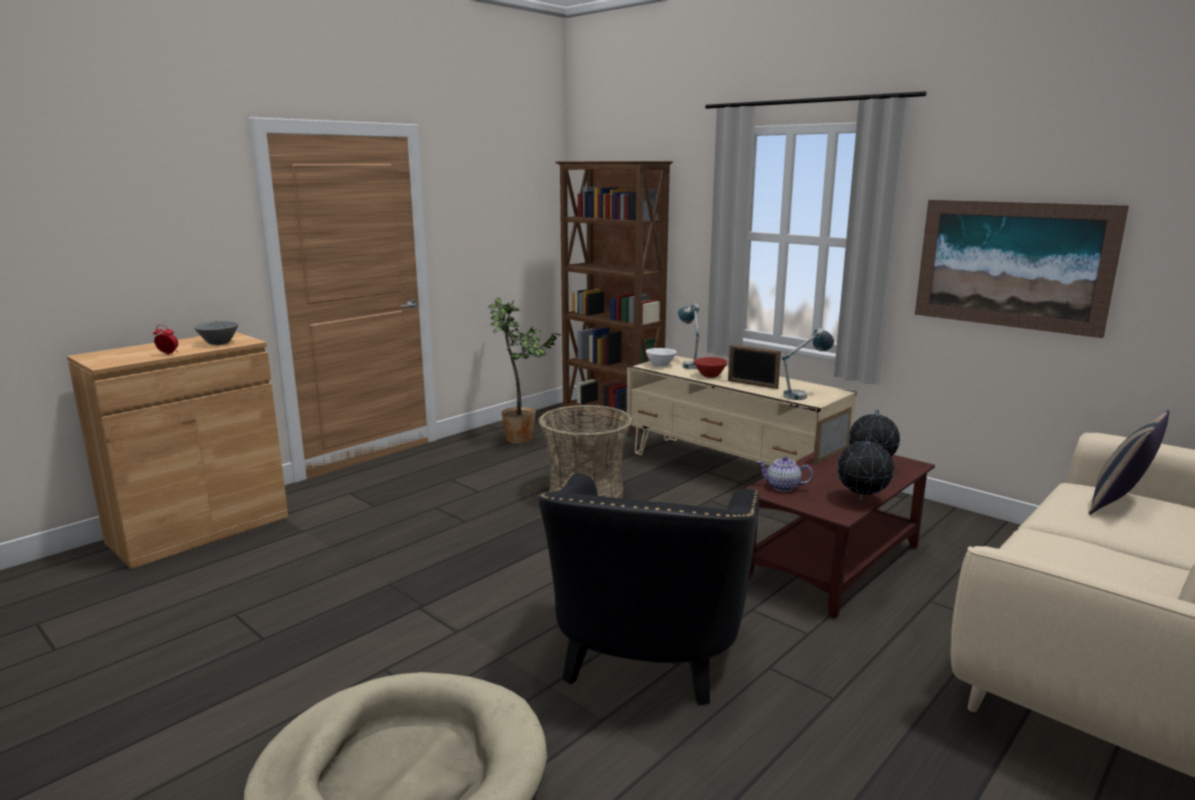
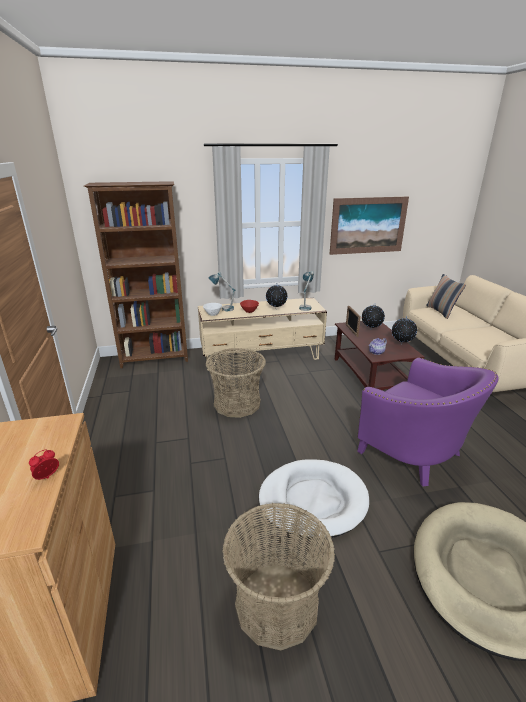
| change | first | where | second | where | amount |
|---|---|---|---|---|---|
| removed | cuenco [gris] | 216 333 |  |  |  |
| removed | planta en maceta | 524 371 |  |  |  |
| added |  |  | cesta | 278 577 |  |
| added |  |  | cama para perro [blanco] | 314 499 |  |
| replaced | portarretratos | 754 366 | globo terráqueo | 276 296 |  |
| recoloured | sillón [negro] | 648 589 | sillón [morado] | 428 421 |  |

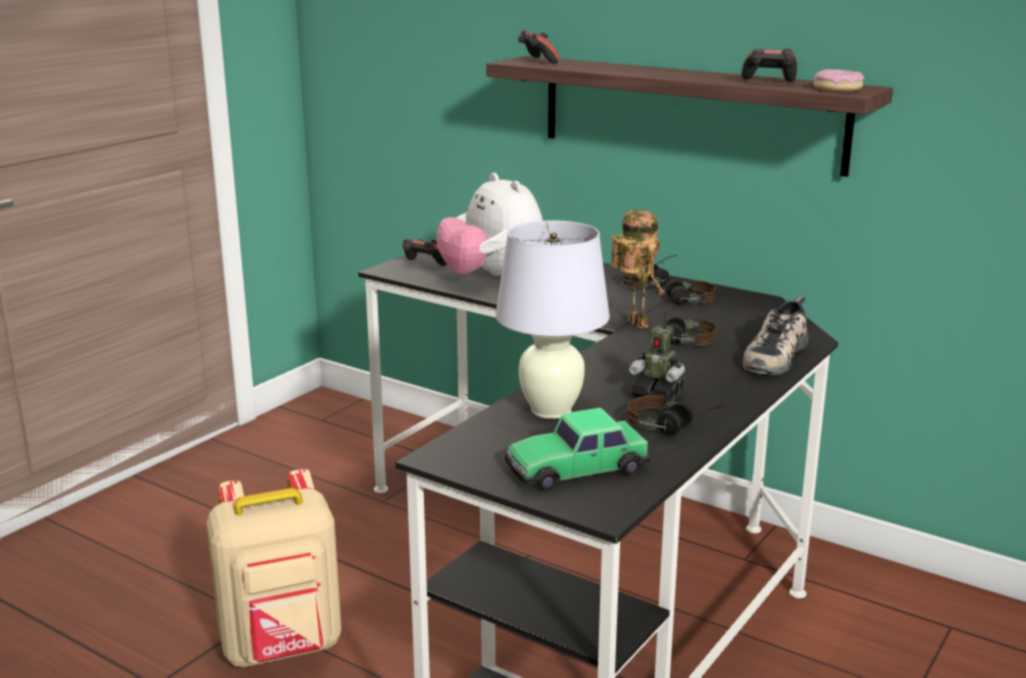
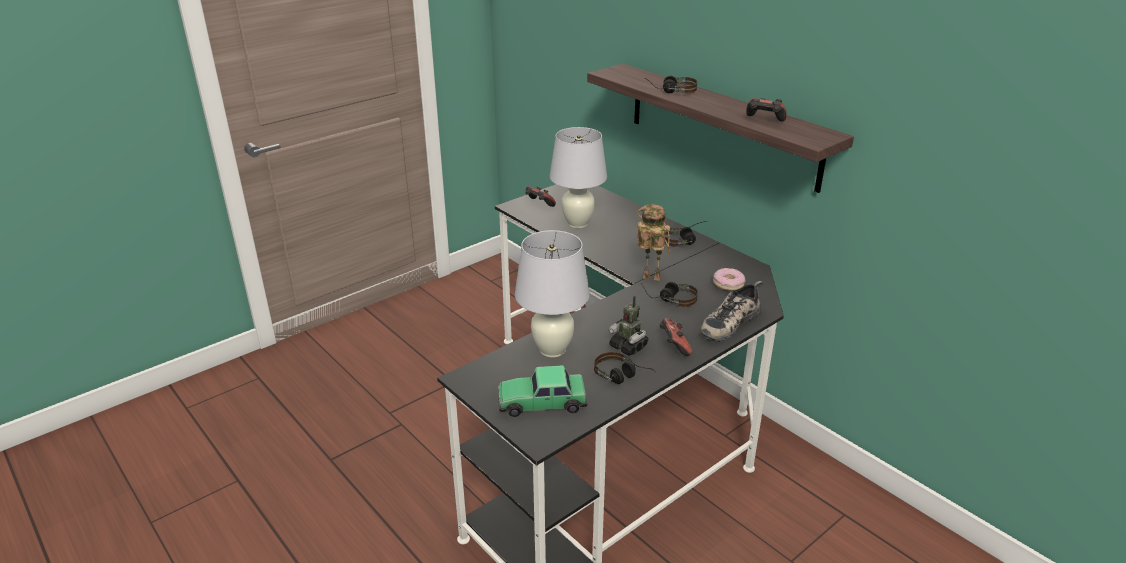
| change | first | where | second | where | amount |
|---|---|---|---|---|---|
| removed | mochila [beis] | 274 568 |  |  |  |
| moved | mando de consola | 538 47 |  | 675 337 |  |
| moved | auriculares | 682 292 |  | 671 84 |  |
| moved | rosquilla | 838 80 |  | 729 279 |  |
| replaced | peluche | 490 224 | lámpara de mesa [blanco] | 578 177 |  |
| turned | robot de juguete | 638 269 |  | 654 242 | 60 degrees counterclockwise |

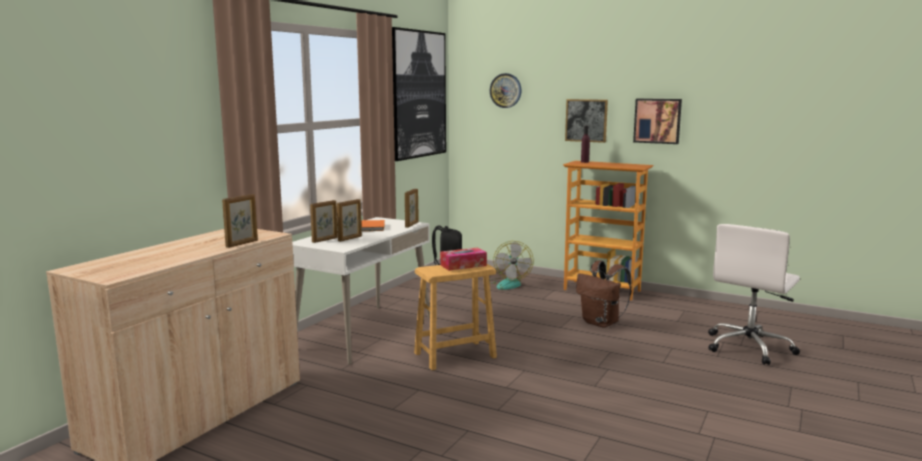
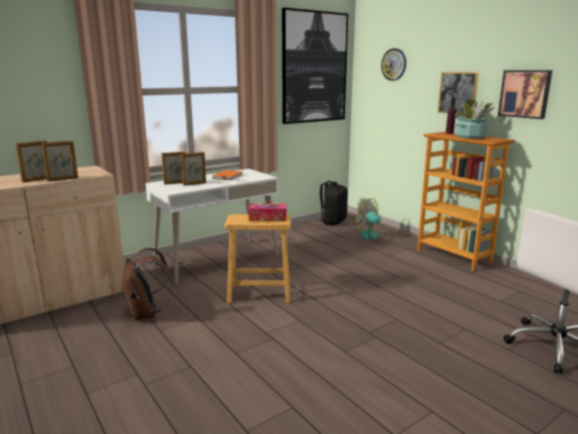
| change | first | where | second | where | amount |
|---|---|---|---|---|---|
| added |  |  | planta en maceta | 475 119 |  |
| moved | portarretratos | 412 208 |  | 31 161 |  |
| moved | mochila [marrón] | 604 294 |  | 147 284 |  |
| turned | ventilador | 512 265 |  | 373 220 | 105 degrees clockwise |

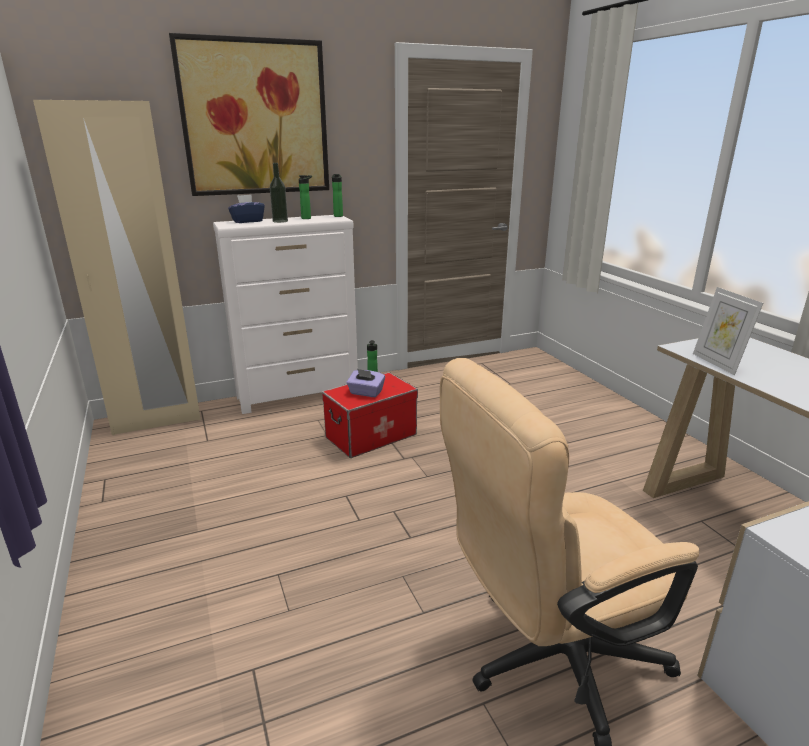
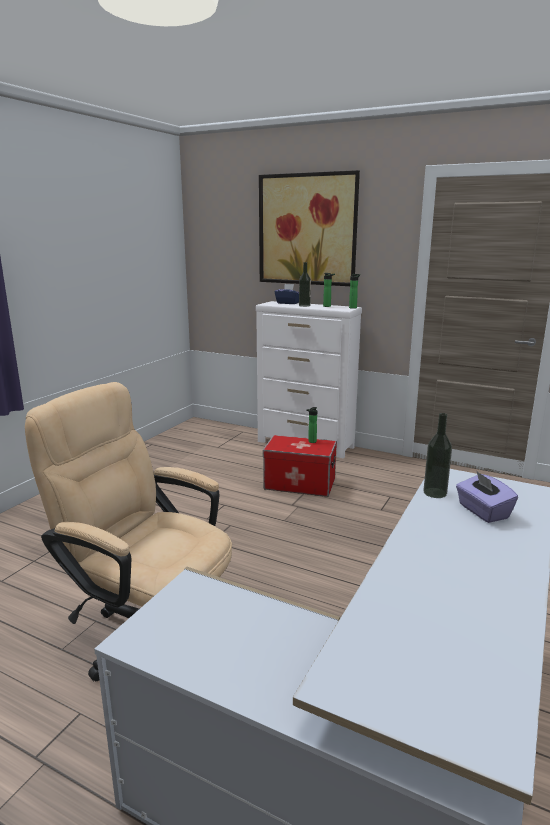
| change | first | where | second | where | amount |
|---|---|---|---|---|---|
| removed | armario ropero [beis] | 117 267 |  |  |  |
| moved | caja de pañuelos [morado] | 365 383 |  | 487 497 |  |
| replaced | portarretratos | 728 331 | botella | 437 455 |  |

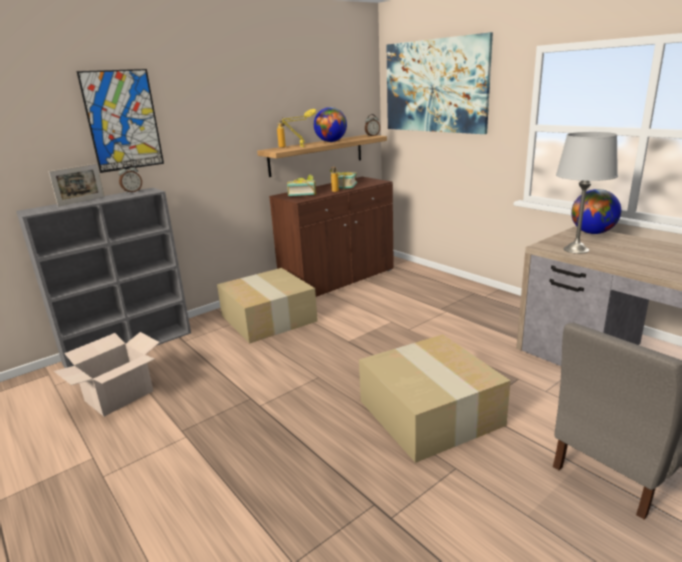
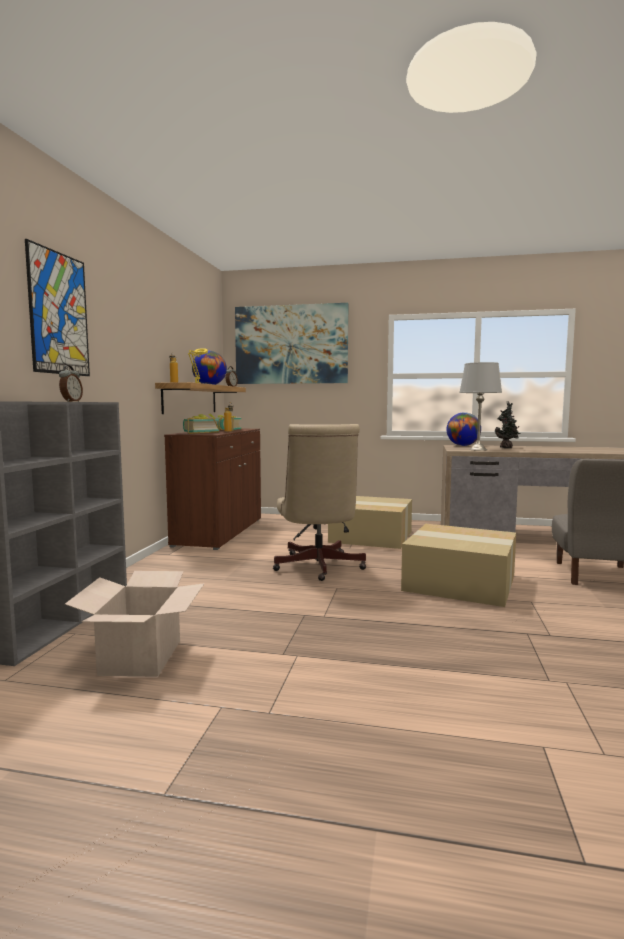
| change | first | where | second | where | amount |
|---|---|---|---|---|---|
| removed | portarretratos | 76 185 |  |  |  |
| added |  |  | silla de oficina [beis] | 319 502 |  |
| added |  |  | planta en maceta | 508 424 |  |
| moved | caja de cartón | 267 306 |  | 370 522 |  |

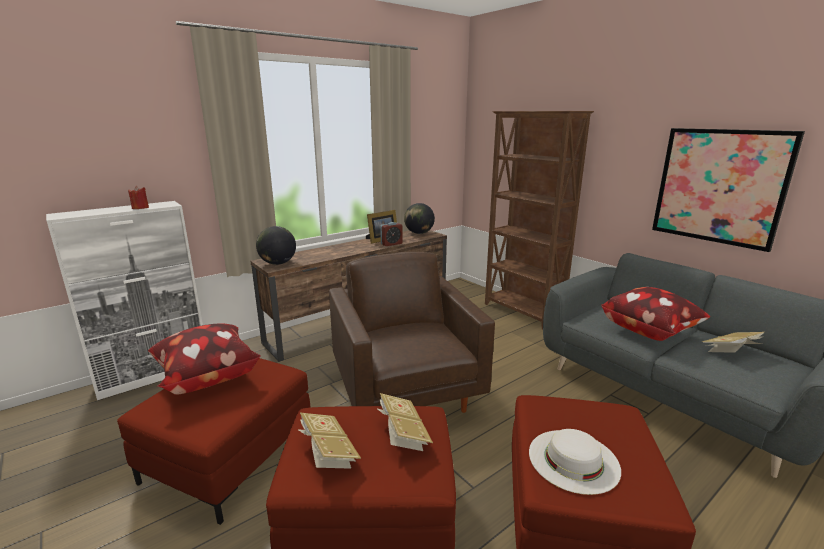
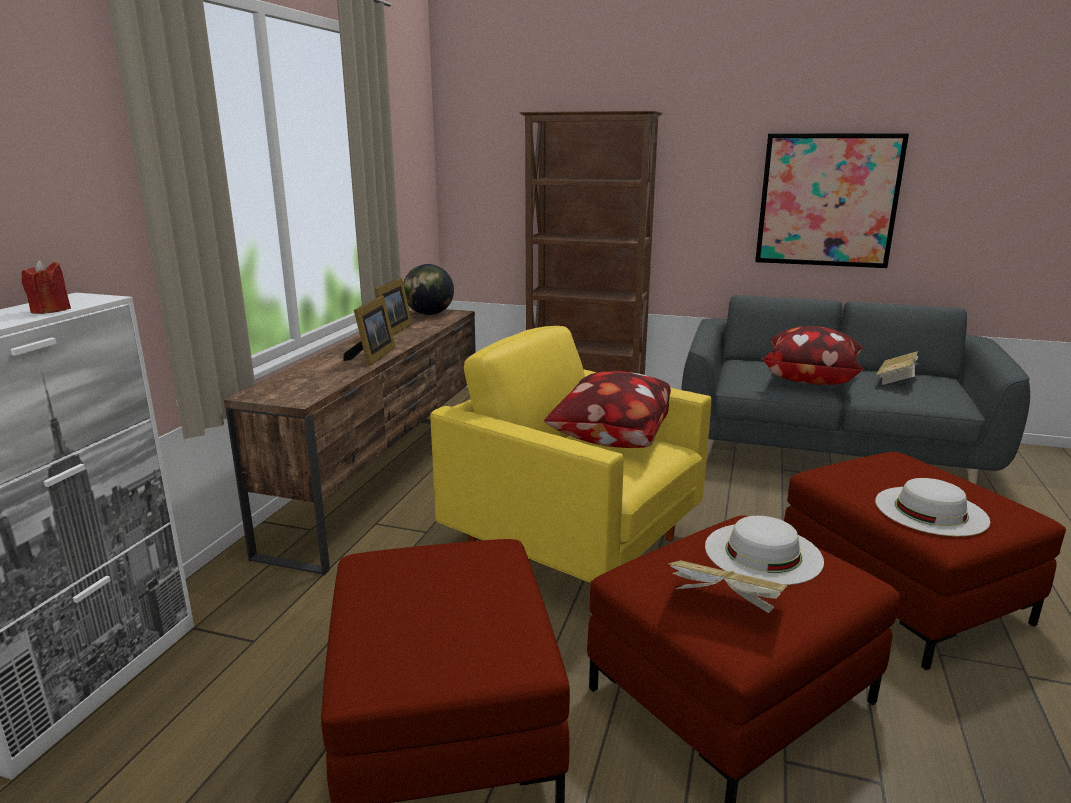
| change | first | where | second | where | amount |
|---|---|---|---|---|---|
| removed | globo terráqueo | 276 245 |  |  |  |
| removed | despertador | 391 234 |  |  |  |
| added |  |  | portarretratos | 369 331 |  |
| moved | cojín | 204 359 |  | 607 409 |  |
| replaced | libro | 405 422 | sombrero [blanco] | 764 550 |  |
| recoloured | sillón [marrón] | 412 332 | sillón [amarillo] | 570 454 |  |

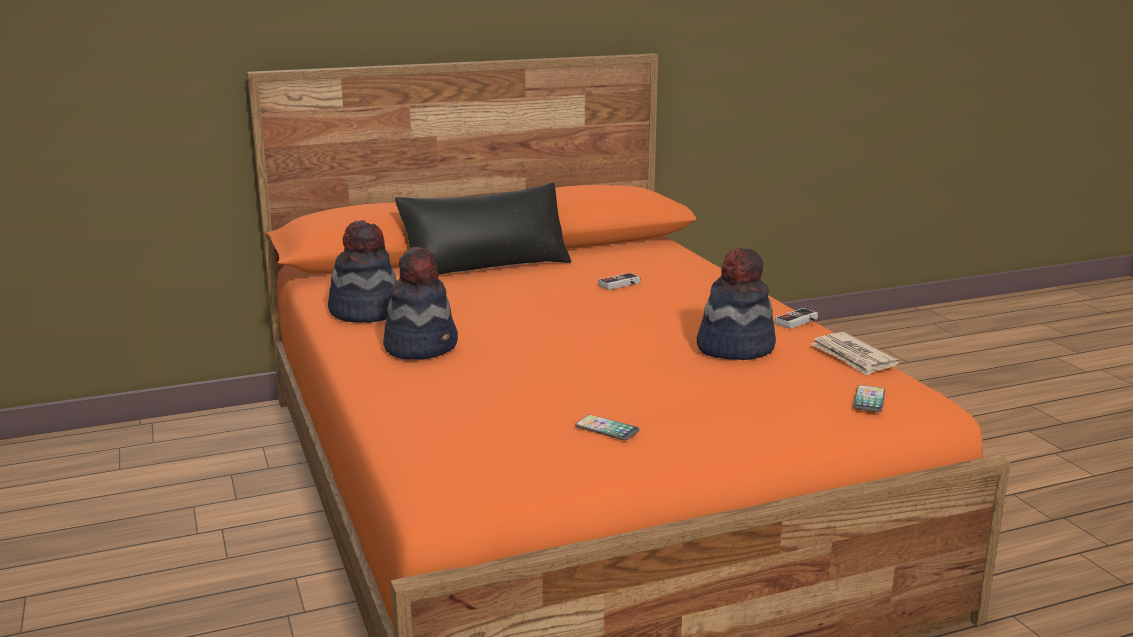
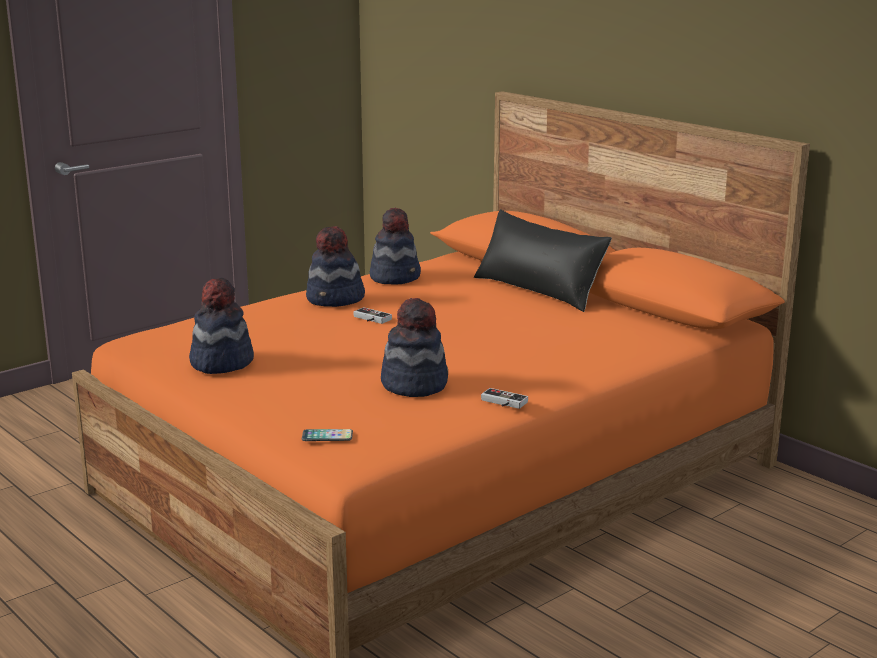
| change | first | where | second | where | amount |
|---|---|---|---|---|---|
| removed | periódico | 855 354 |  |  |  |
| moved | mando de consola | 619 281 |  | 373 315 |  |
| replaced | móvil | 607 427 | sombrero | 221 326 |  |

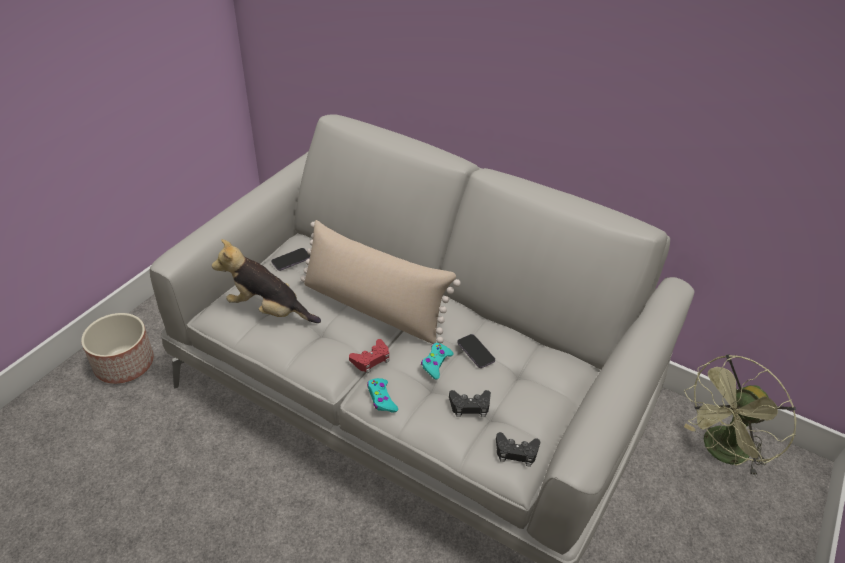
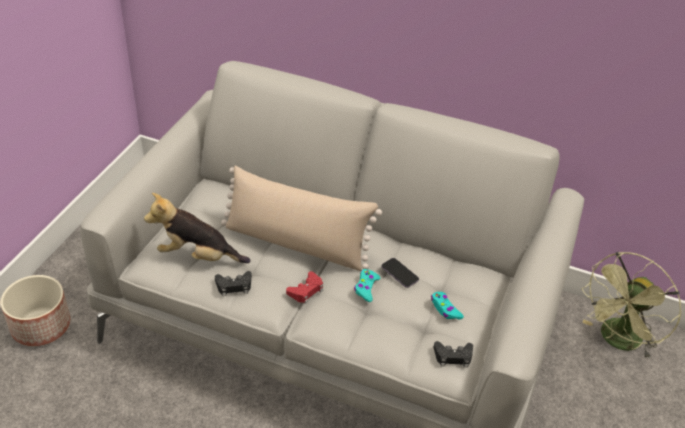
| change | first | where | second | where | amount |
|---|---|---|---|---|---|
| removed | móvil | 290 259 |  |  |  |
| moved | mando de consola [turquesa] | 382 395 |  | 447 306 |  |
| moved | mando de consola [negro] | 470 403 |  | 233 283 |  |

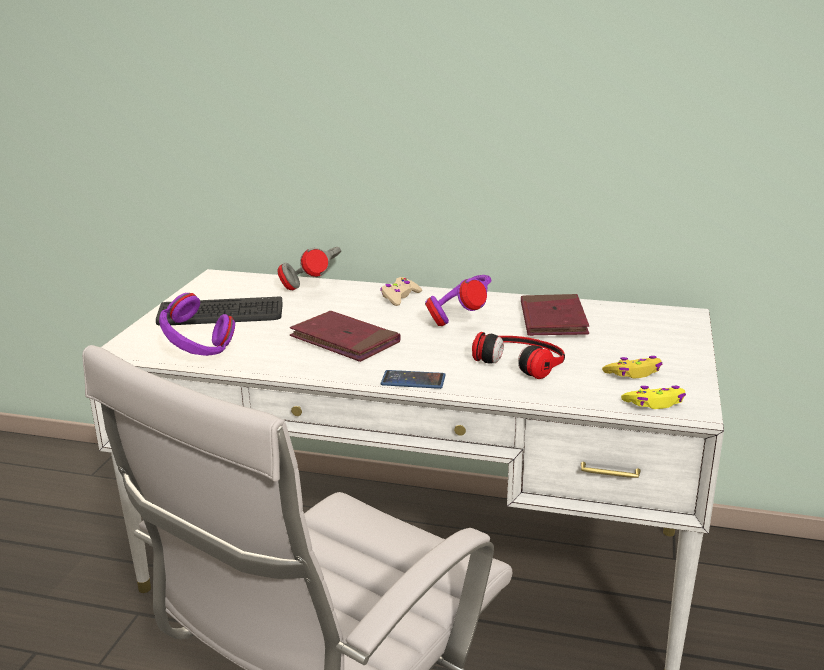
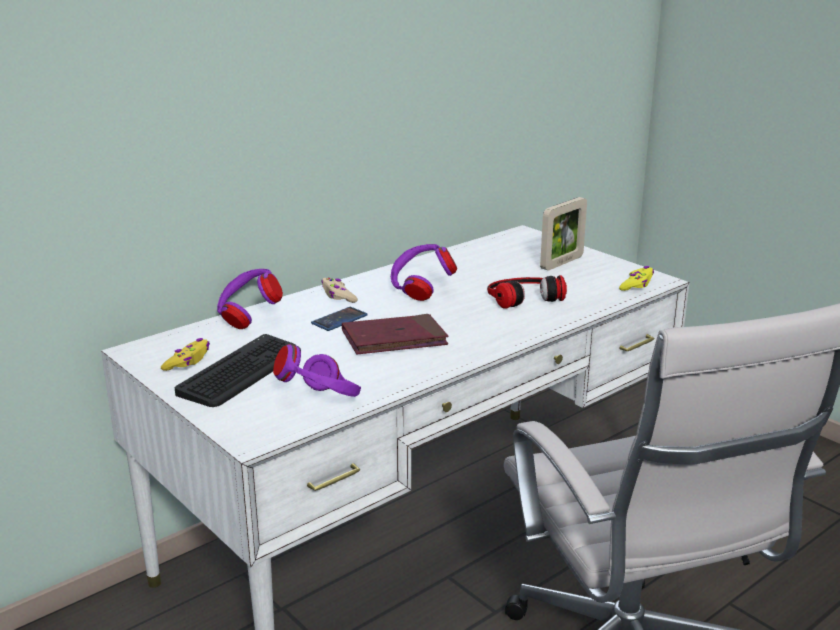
| change | first | where | second | where | amount |
|---|---|---|---|---|---|
| removed | libro [rojo] | 555 315 |  |  |  |
| added |  |  | portarretratos | 563 234 |  |
| moved | móvil | 413 379 |  | 339 319 |  |
| moved | mando de consola [amarillo] | 632 367 |  | 185 354 |  |
| recoloured | auriculares [gris] | 309 268 | auriculares [morado] | 250 299 |  |

